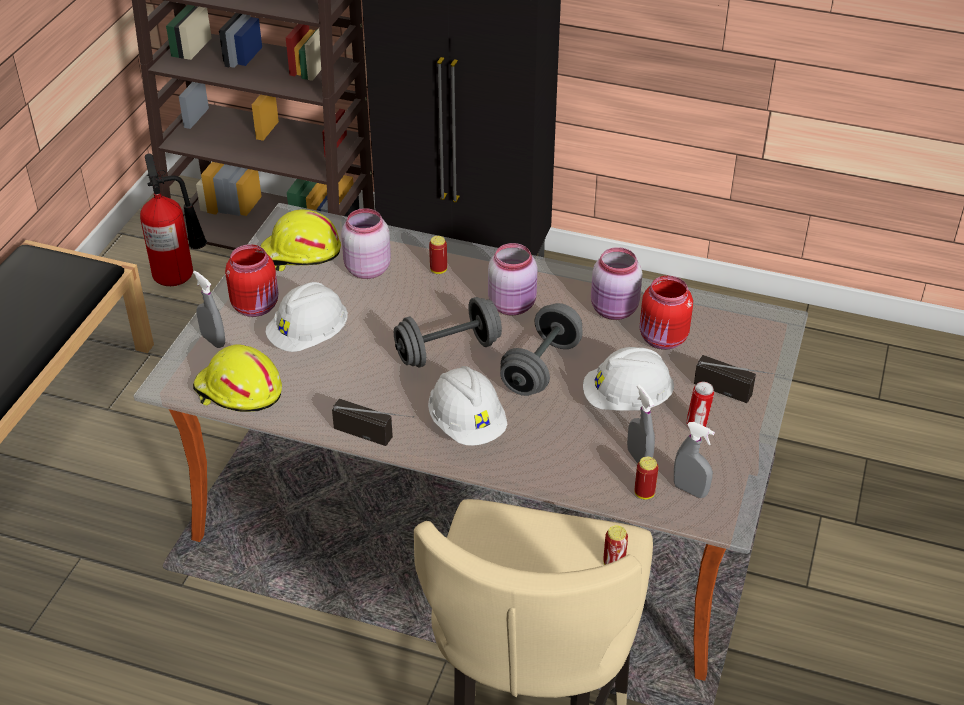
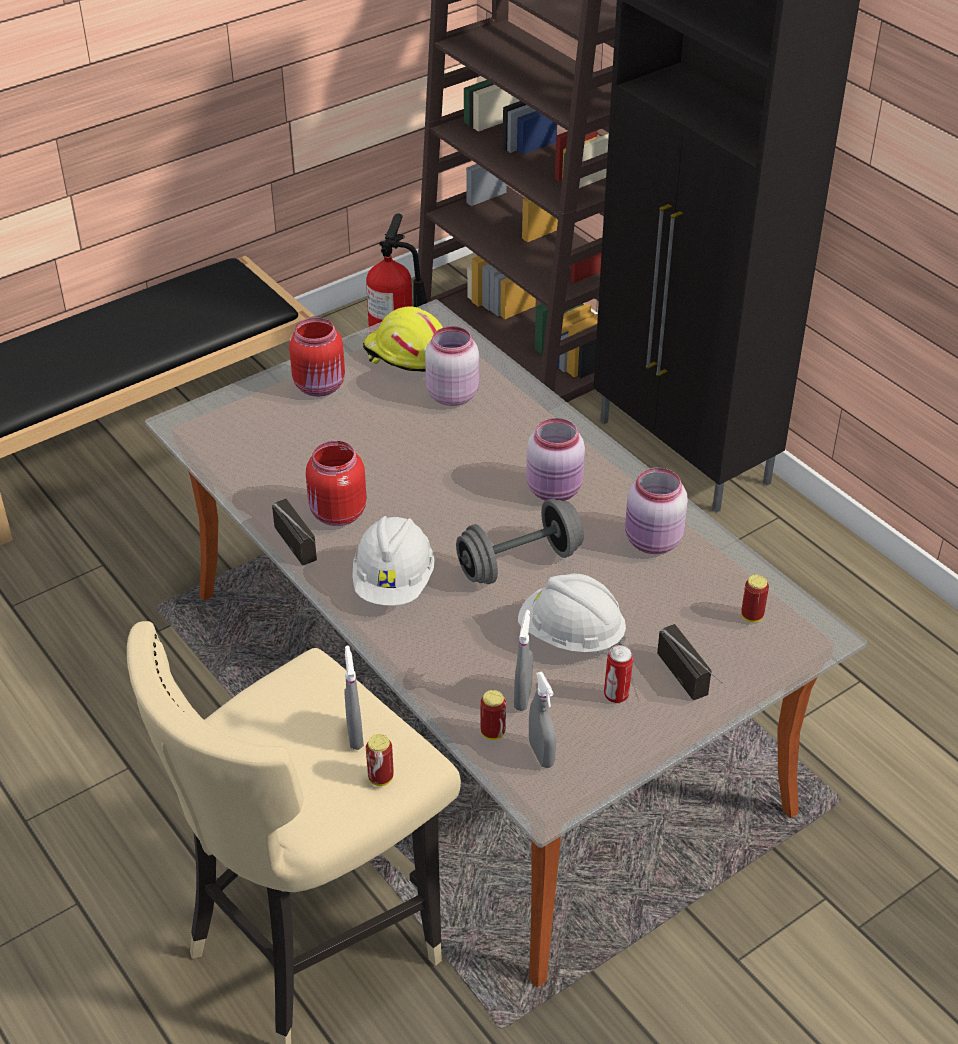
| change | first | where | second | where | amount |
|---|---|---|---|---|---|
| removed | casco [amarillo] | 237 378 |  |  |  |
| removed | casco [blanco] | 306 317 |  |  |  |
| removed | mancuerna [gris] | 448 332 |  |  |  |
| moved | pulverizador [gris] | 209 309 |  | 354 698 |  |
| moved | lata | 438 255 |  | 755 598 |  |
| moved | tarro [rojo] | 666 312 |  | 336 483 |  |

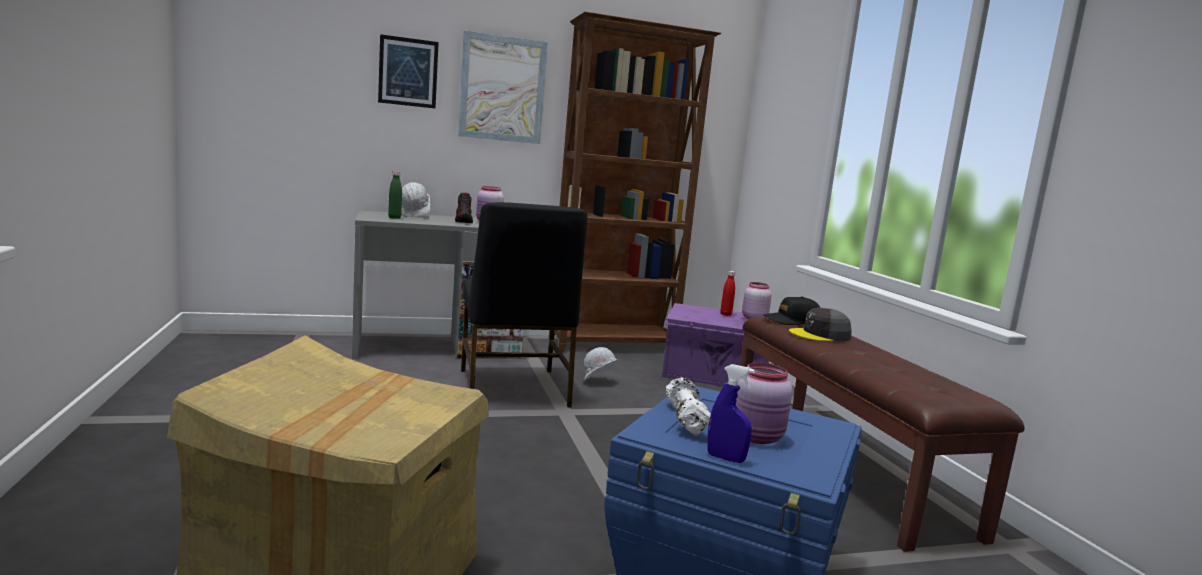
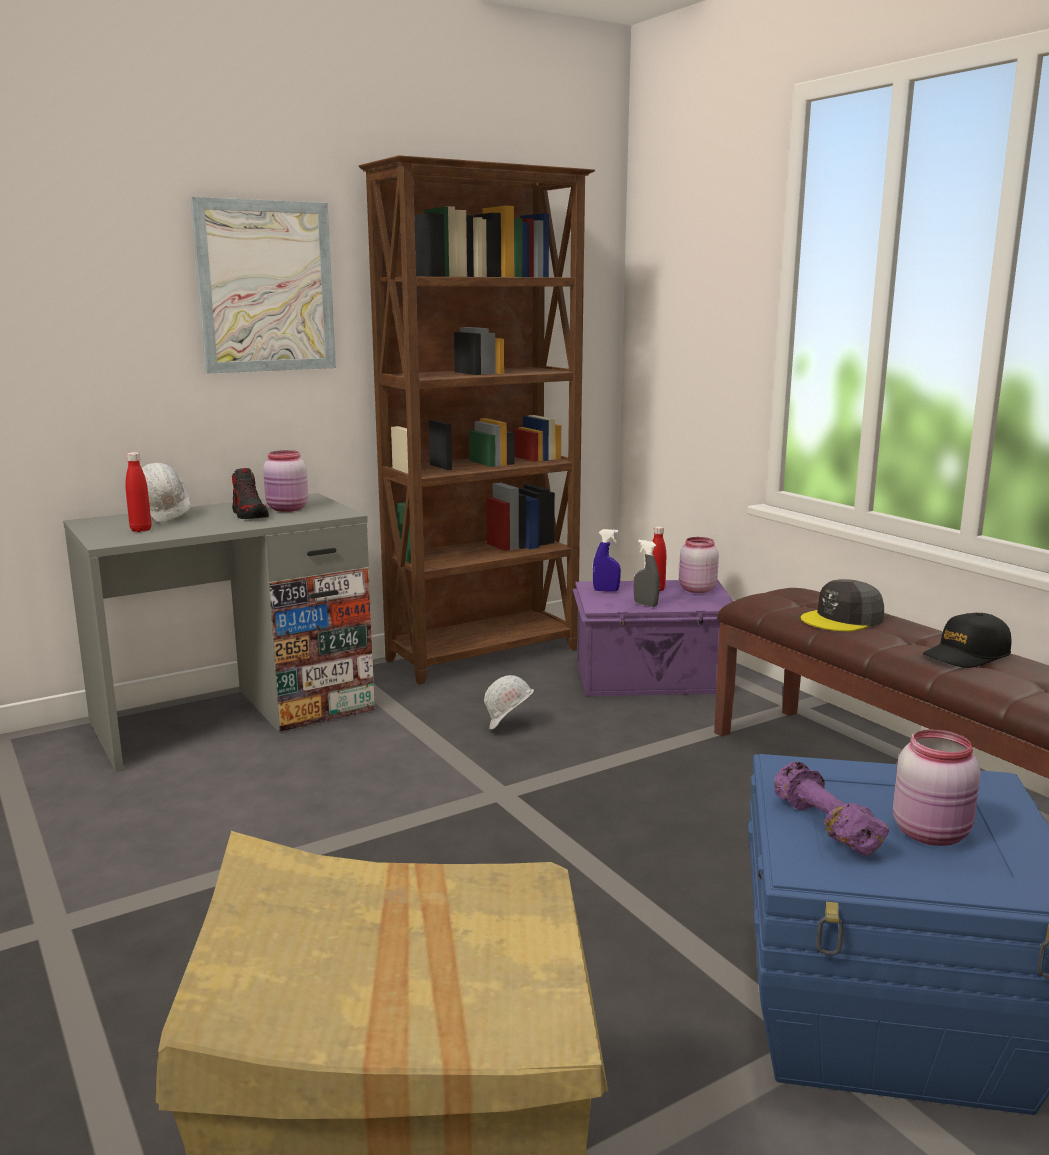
| change | first | where | second | where | amount |
|---|---|---|---|---|---|
| removed | cuadro | 408 71 |  |  |  |
| removed | silla [negro] | 524 304 |  |  |  |
| added |  |  | pulverizador [gris] | 647 573 |  |
| moved | pulverizador [azul] | 731 413 |  | 607 560 |  |
| moved | gorra [negro] | 792 311 |  | 967 640 |  |
| recoloured | botella [verde] | 395 195 | botella [rojo] | 138 492 |  |
| recoloured | mancuerna [blanco] | 688 406 | mancuerna [morado] | 831 809 |  |

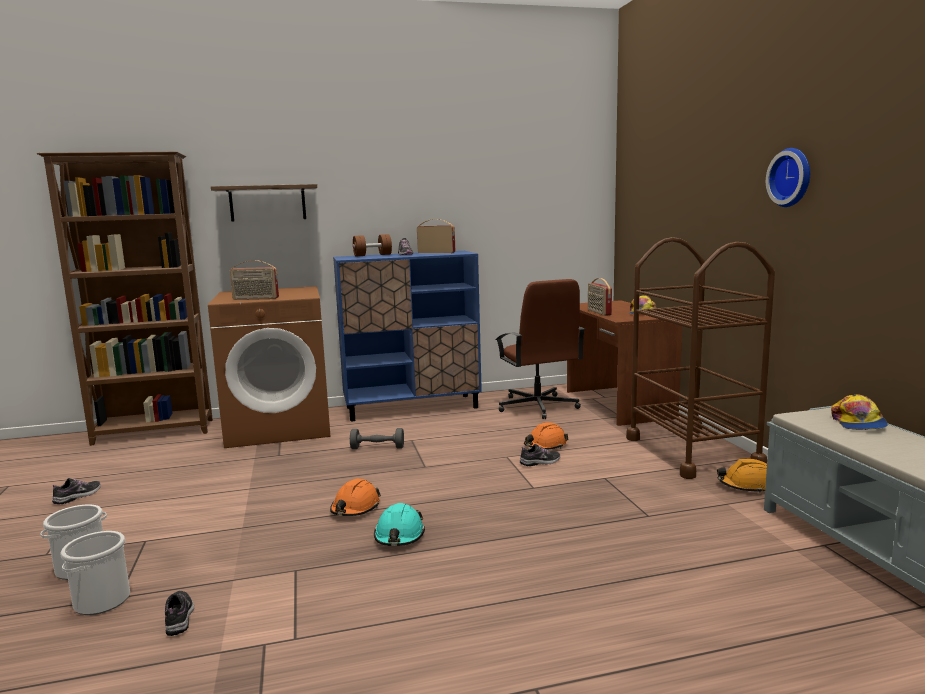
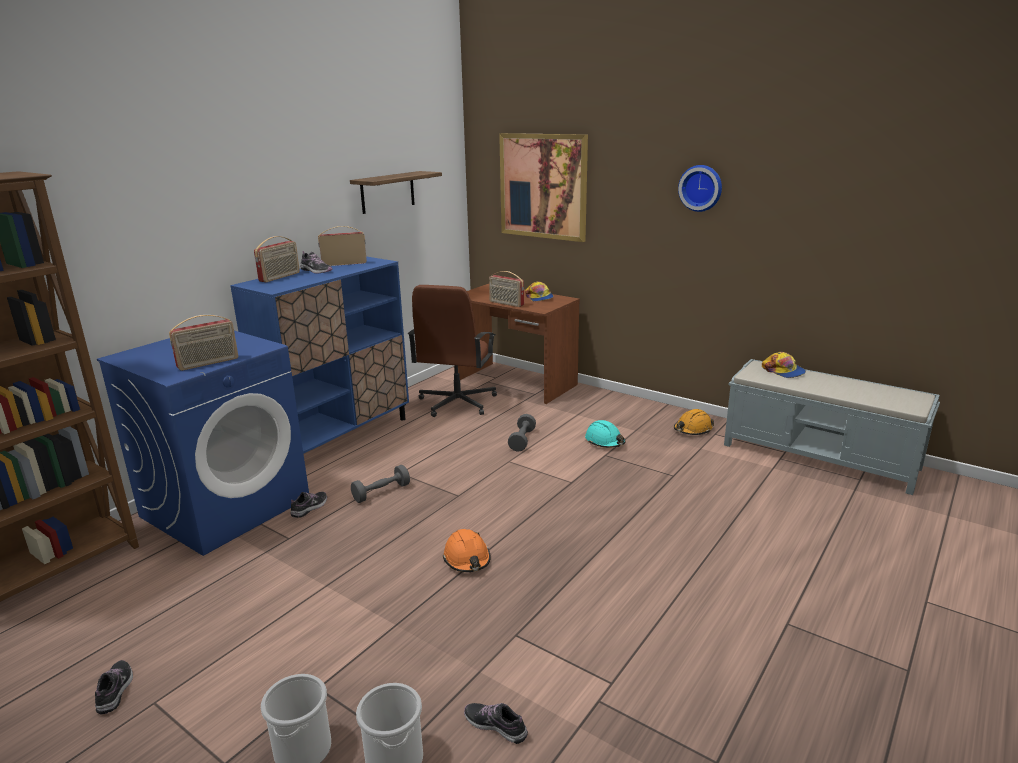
| change | first | where | second | where | amount |
|---|---|---|---|---|---|
| removed | carrito [marrón] | 700 358 |  |  |  |
| added |  |  | cuadro | 543 187 |  |
| moved | estante | 264 203 |  | 396 192 |  |
| moved | casco [turquesa] | 399 524 |  | 605 434 |  |
| moved | zapato | 540 455 |  | 308 505 |  |
| replaced | mancuerna [marrón] | 372 245 | radio | 277 259 |  |
| replaced | casco [naranja] | 546 436 | mancuerna [gris] | 522 433 |  |
| recoloured | lavadora [marrón] | 269 367 | lavadora [azul] | 203 443 |  |
| turned | silla de oficina [marrón] | 540 349 |  | 452 351 | 75 degrees clockwise |

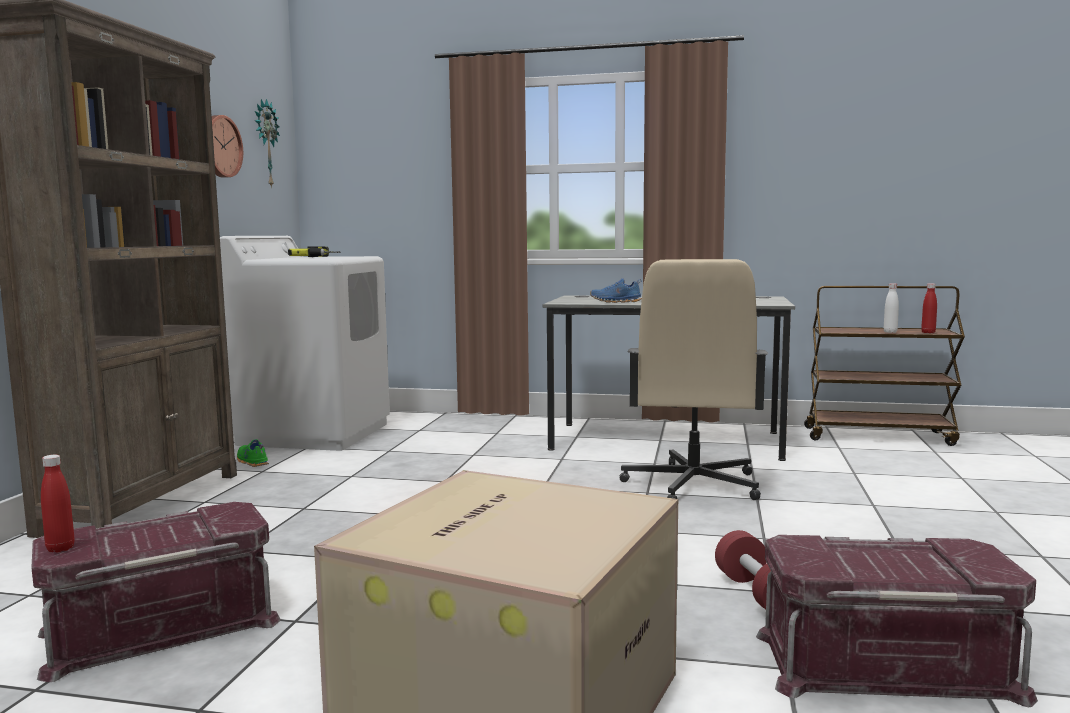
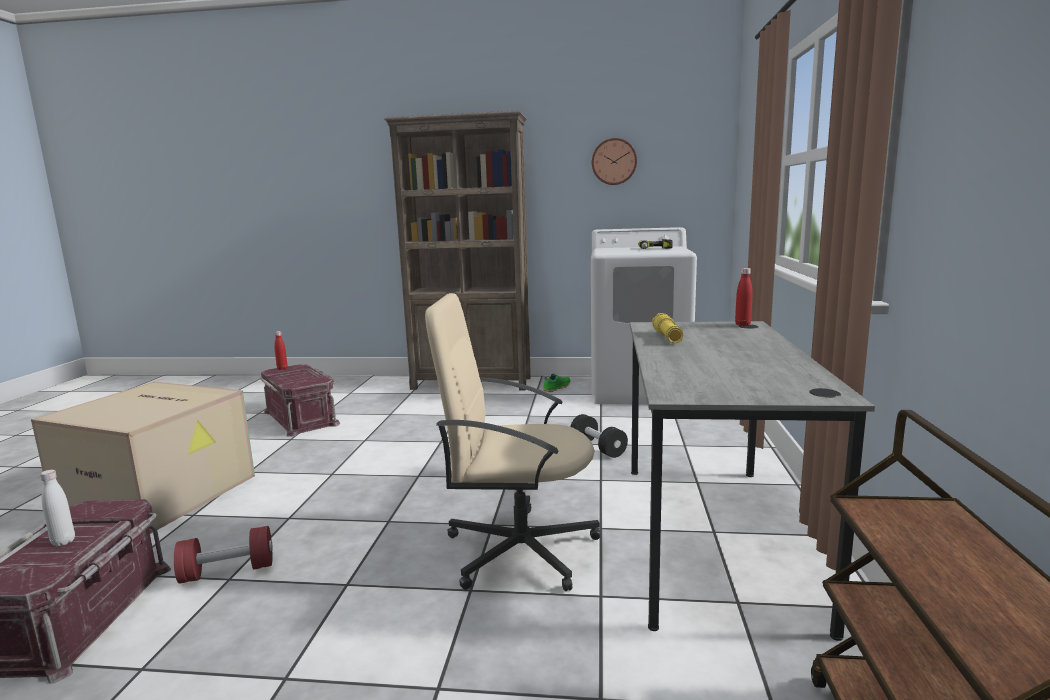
| change | first | where | second | where | amount |
|---|---|---|---|---|---|
| removed | reloj de pared | 267 143 |  |  |  |
| added |  |  | mancuerna [negro] | 599 436 |  |
| moved | botella [blanco] | 891 308 |  | 57 508 |  |
| moved | botella [rojo] | 929 308 |  | 744 297 |  |
| replaced | zapato [azul] | 616 290 | linterna [amarillo] | 668 328 |  |

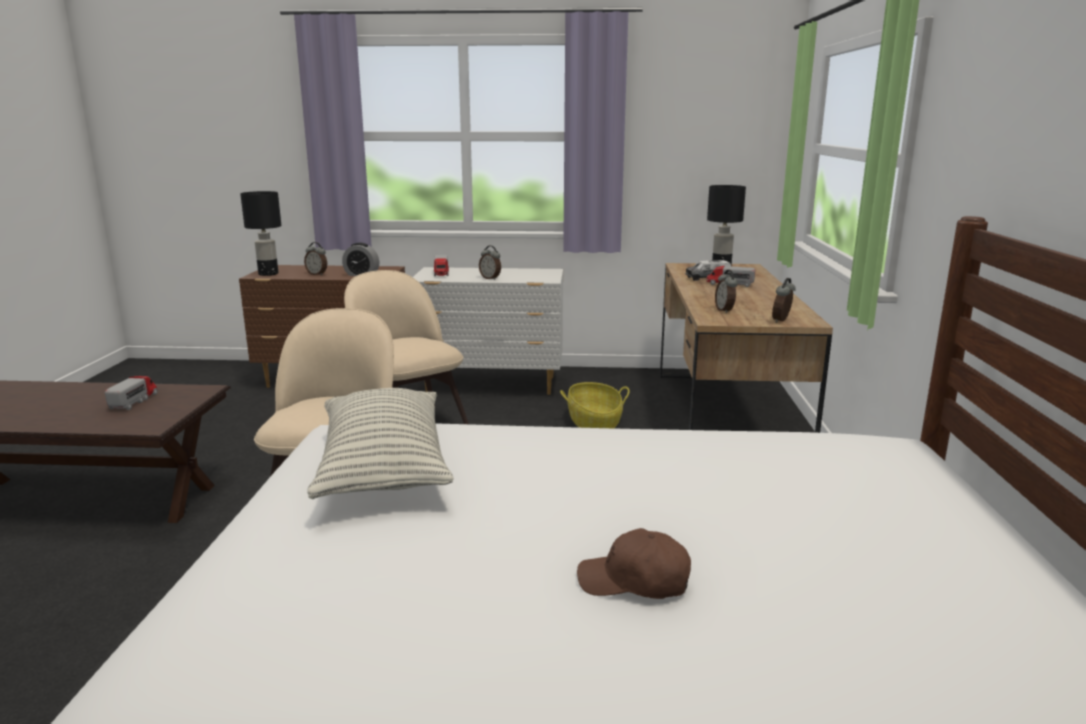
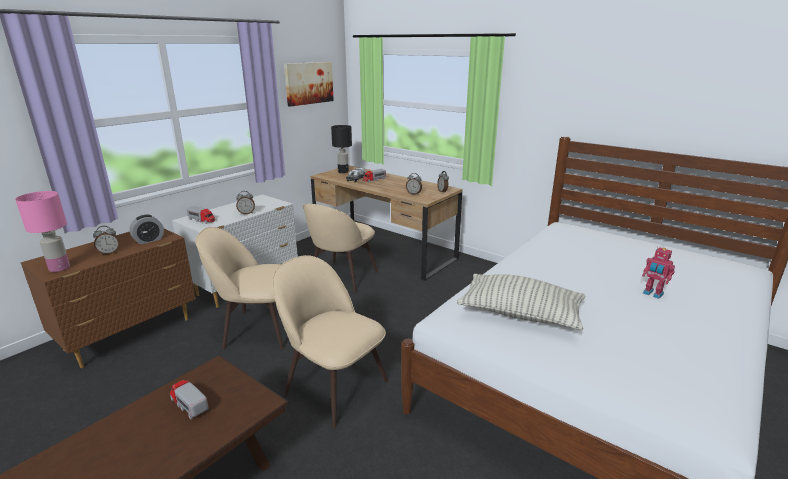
| change | first | where | second | where | amount |
|---|---|---|---|---|---|
| added |  |  | cuadro | 309 84 |  |
| replaced | cesta | 595 405 | silla [beis] | 340 248 |  |
| replaced | gorra [marrón] | 634 563 | robot de juguete | 658 273 |  |
| recoloured | lámpara de mesa [negro] | 260 233 | lámpara de mesa [rosa] | 42 231 |  |

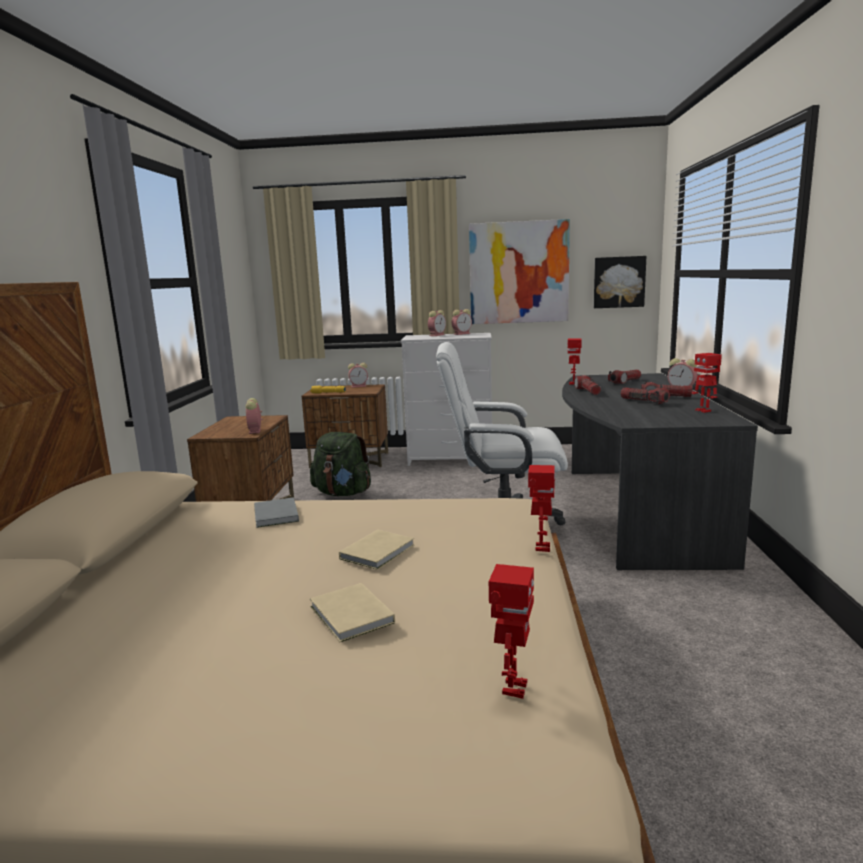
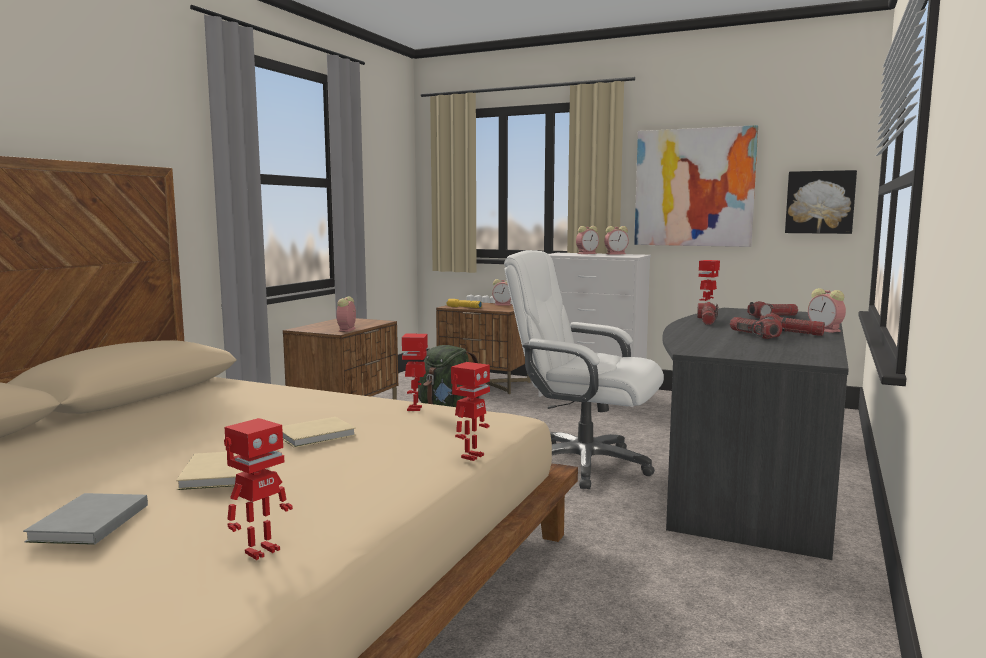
| change | first | where | second | where | amount |
|---|---|---|---|---|---|
| moved | libro [gris] | 276 512 |  | 85 519 |  |
| moved | robot de juguete | 707 383 |  | 415 372 |  |

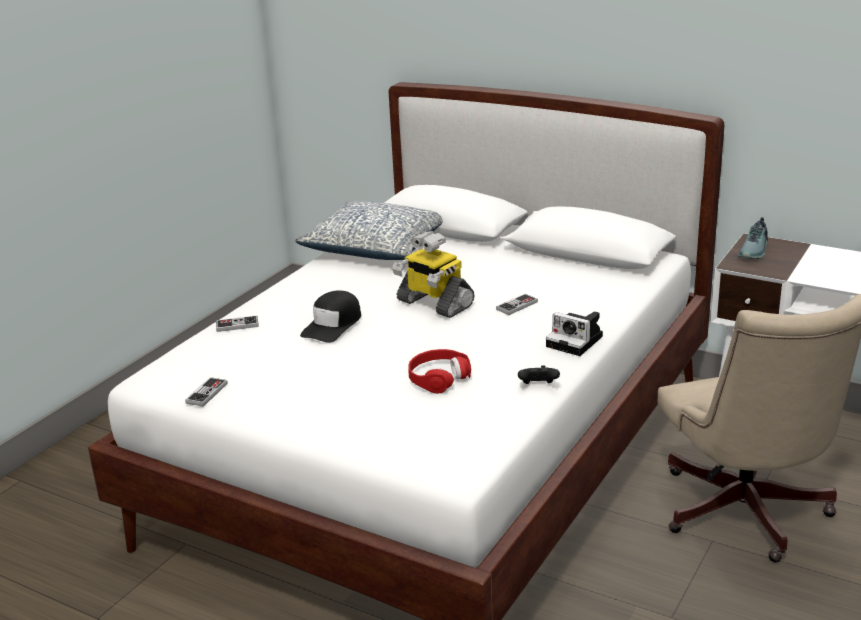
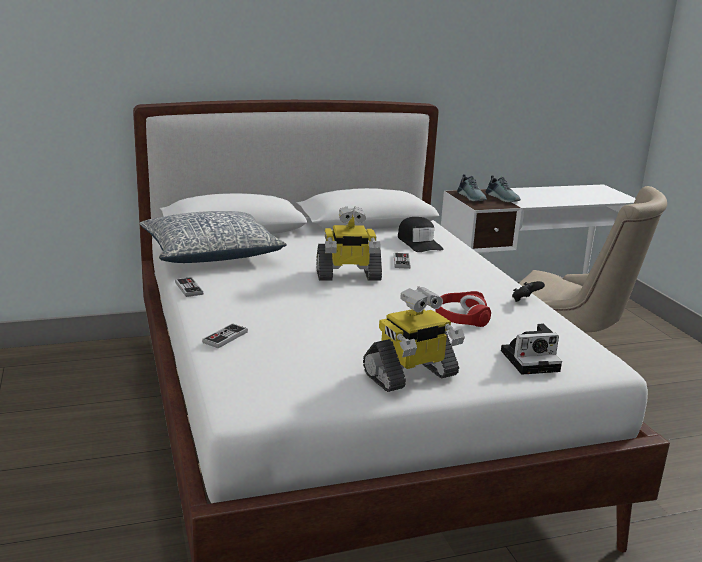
| change | first | where | second | where | amount |
|---|---|---|---|---|---|
| added |  |  | robot de juguete | 414 339 |  |
| added |  |  | zapato | 503 188 |  |
| moved | mando de consola | 206 392 |  | 189 287 |  |
| moved | gorra [negro] | 330 316 |  | 421 234 |  |
| moved | cámara | 574 333 |  | 531 349 |  |

